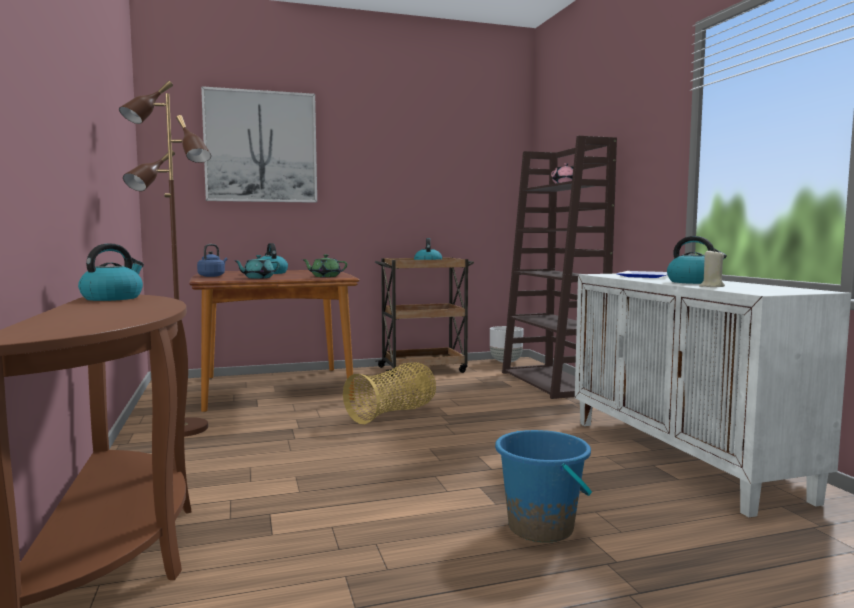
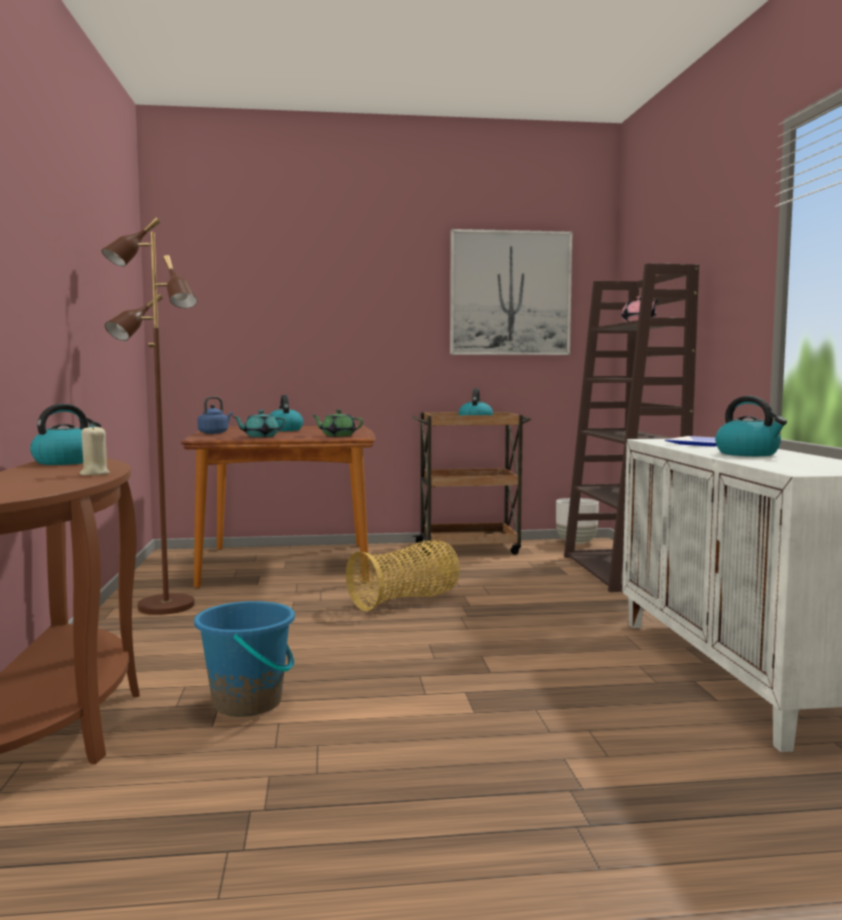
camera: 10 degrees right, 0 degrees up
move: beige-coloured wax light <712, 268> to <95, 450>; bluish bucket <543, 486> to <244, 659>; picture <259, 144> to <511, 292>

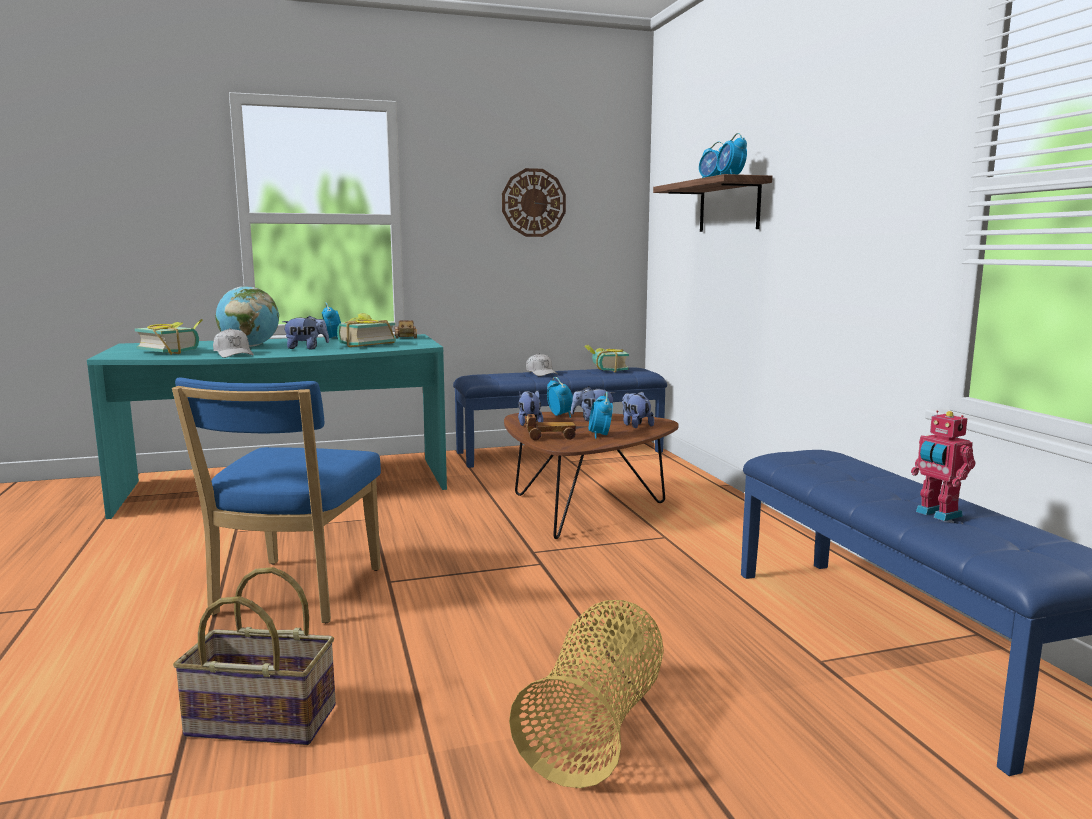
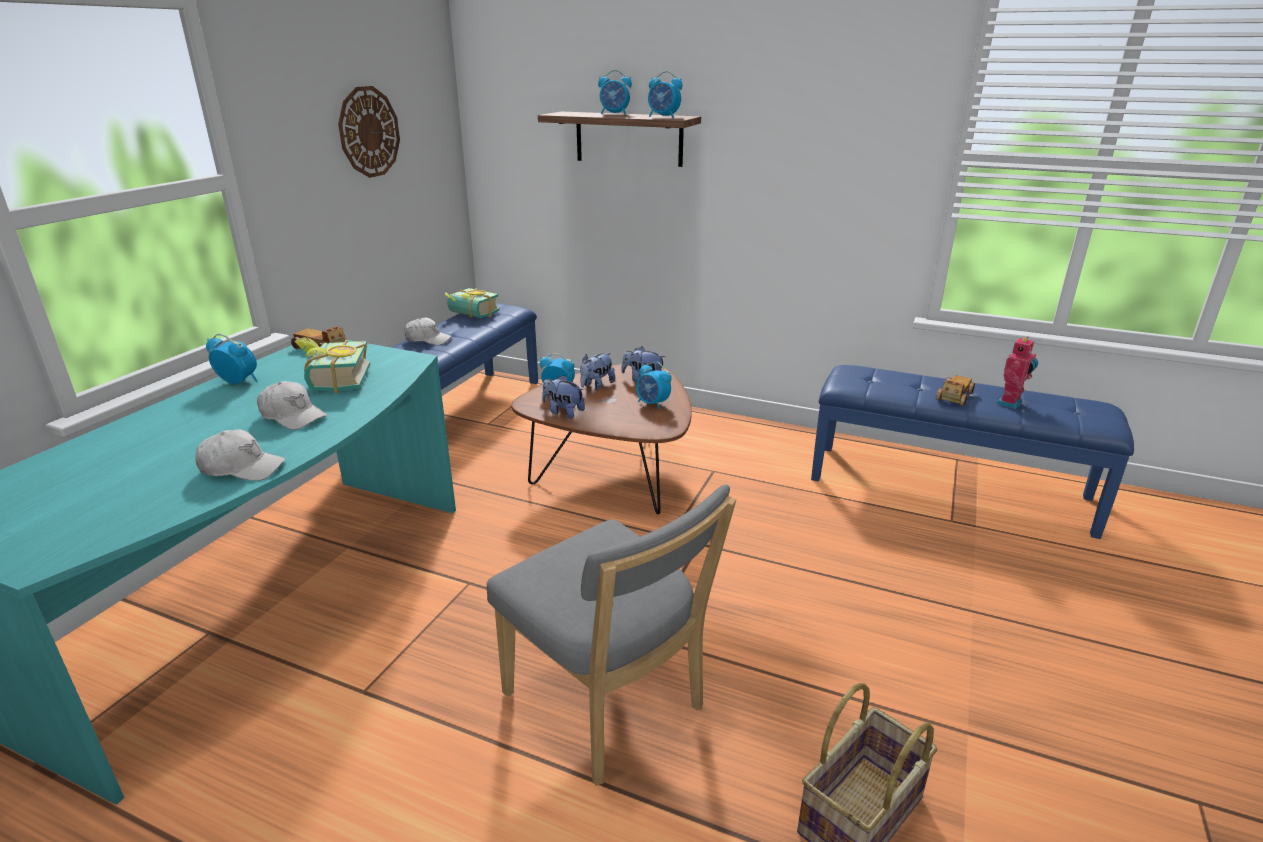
camera: 50 degrees left, 15 degrees up
delete: book <169, 337>; desk globe <247, 317>; storage basket <586, 694>
move: toy car <550, 427> to <955, 390>
replace: soft toy <305, 332> to white-coloured cap <292, 405>
recolor: bluish upright chair <276, 500> to grey upright chair <611, 635>
rotate: robot figure <943, 465> = <1017, 373> 60 degrees counterclockwise

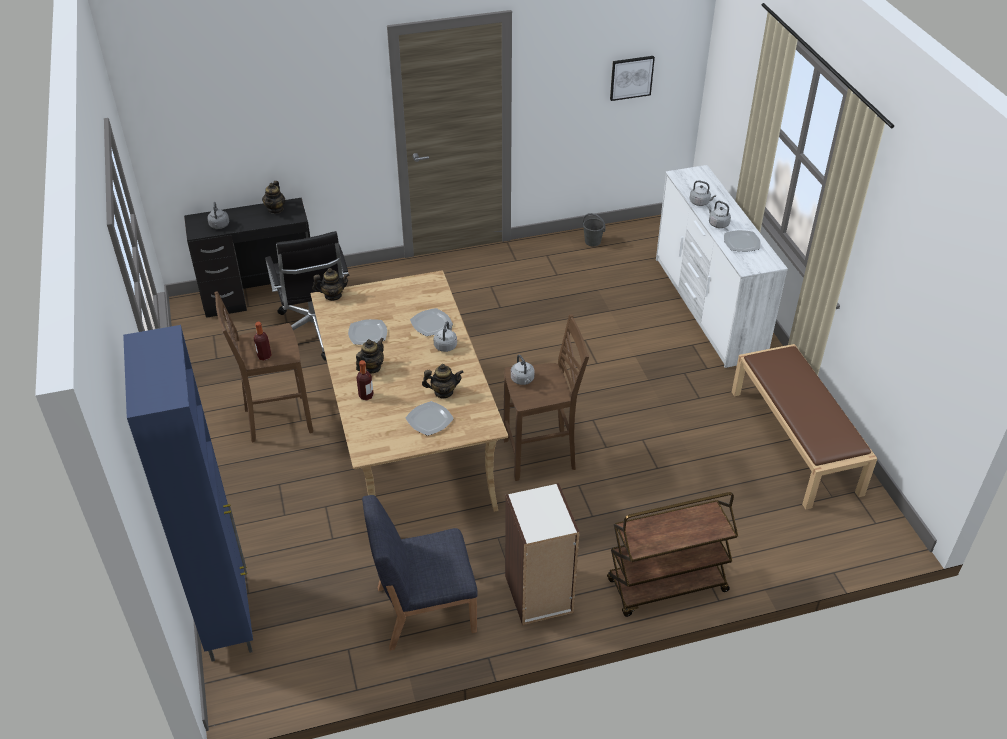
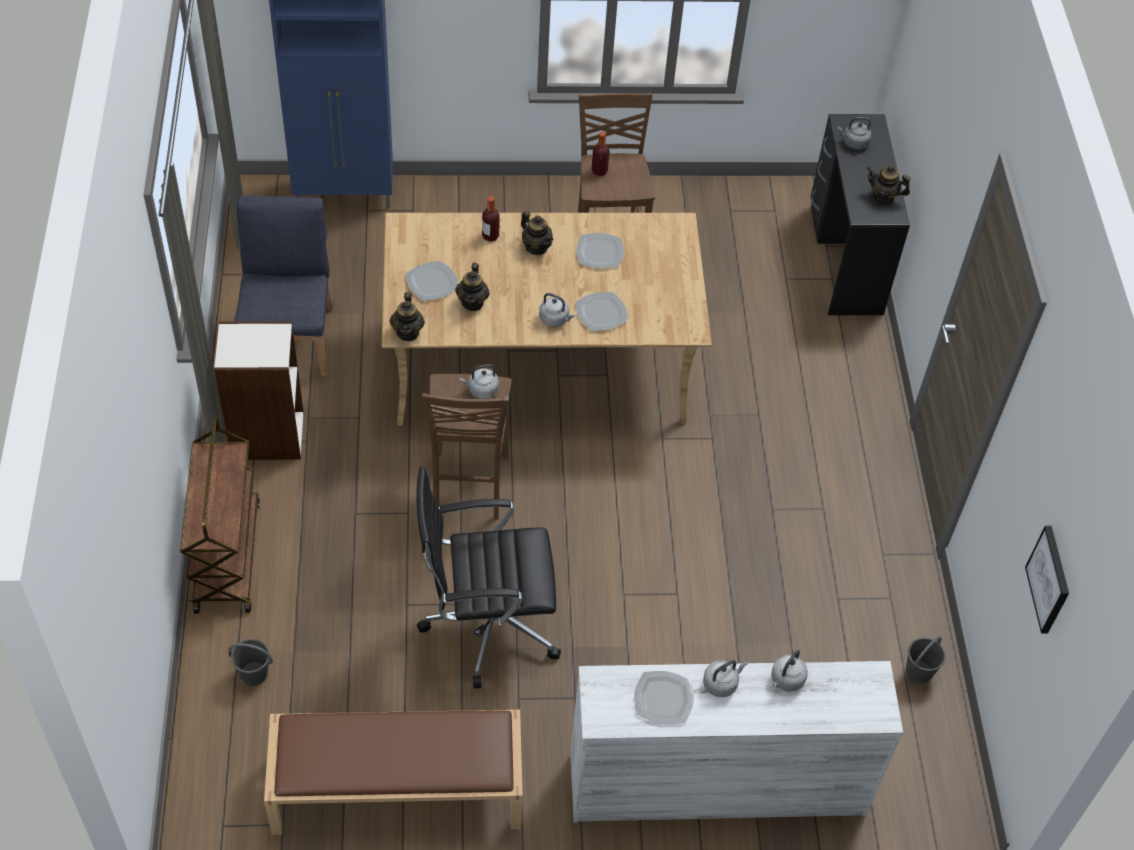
camera: 100 degrees right, 10 degrees up
insert: grey bucket <250, 662>
move: teapot <330, 284> to <407, 316>; black-coloured computer chair <307, 296> to <488, 578>

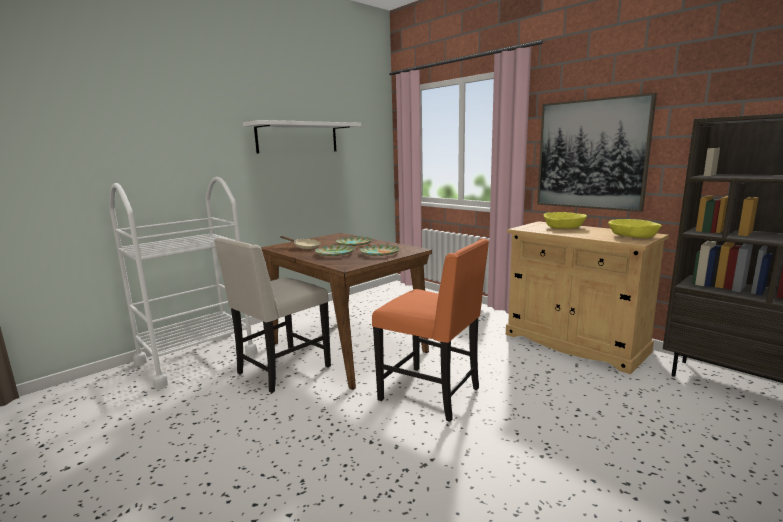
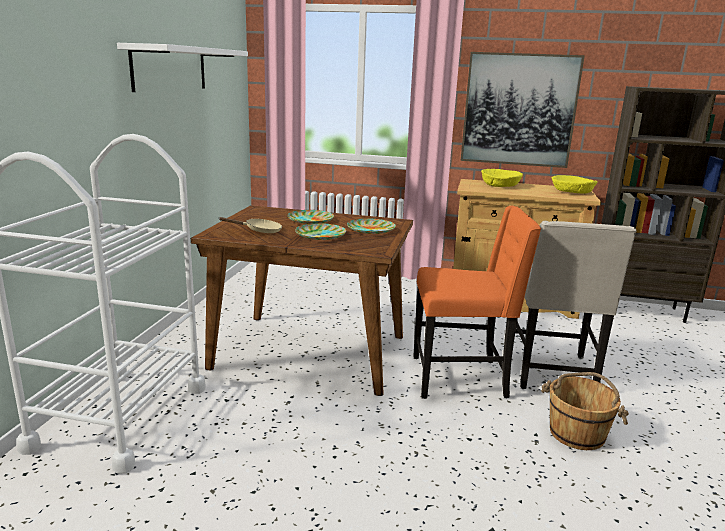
camera: 35 degrees left, 5 degrees up
insert: brownish bucket <585, 411>
move: beige-coloured upright chair <272, 315> to <576, 305>

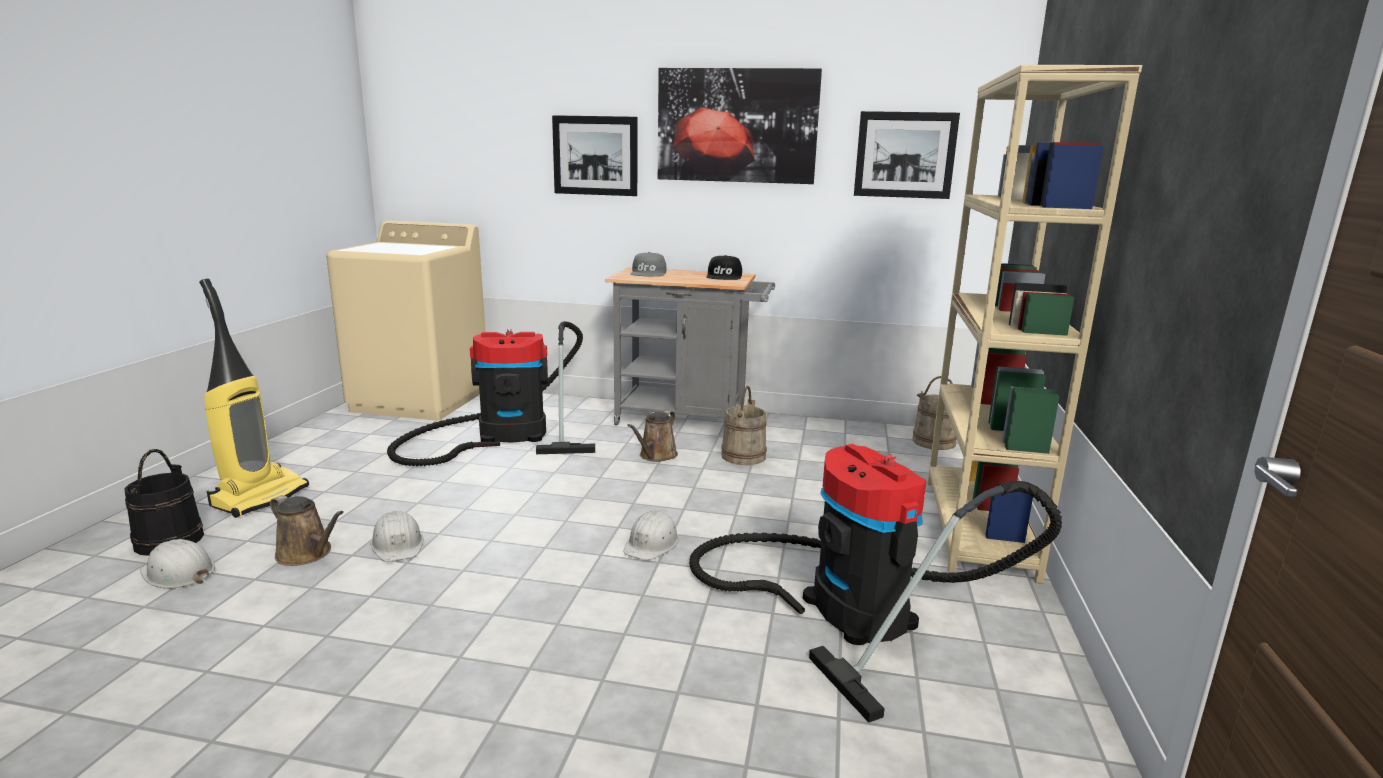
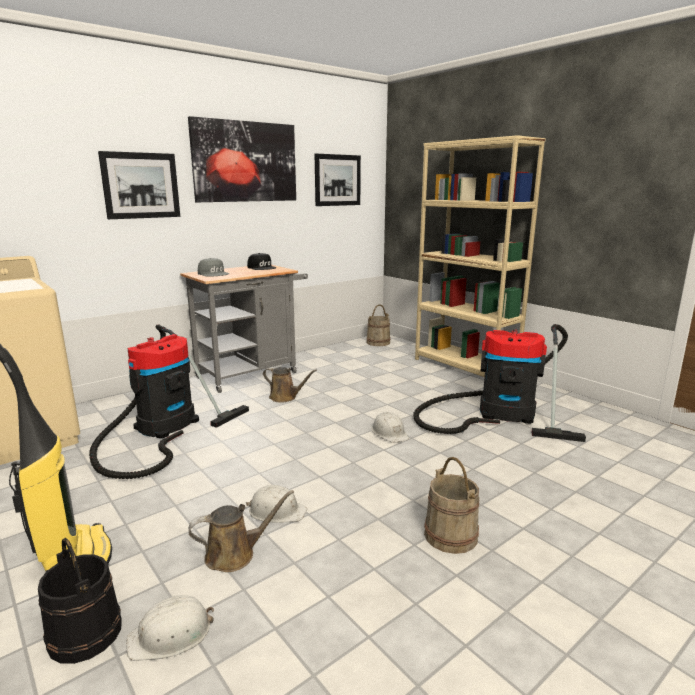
camera: 50 degrees left, 0 degrees up
move: beige-coloured bucket <744, 425> to <451, 505>
rotate: brownish sprinkling can <652, 436> = <290, 385> 45 degrees counterclockwise

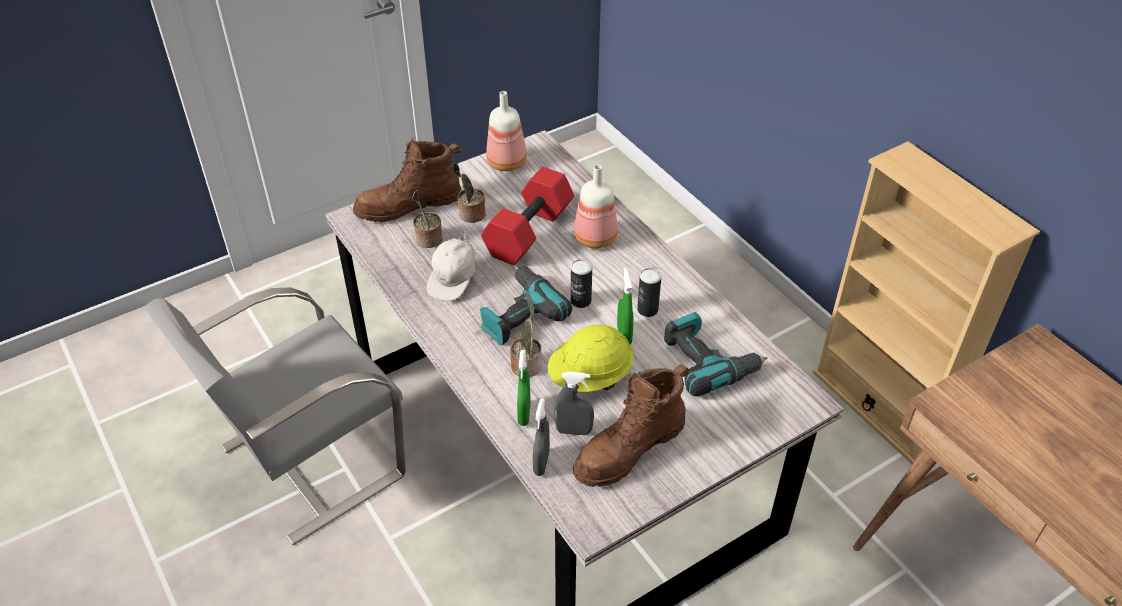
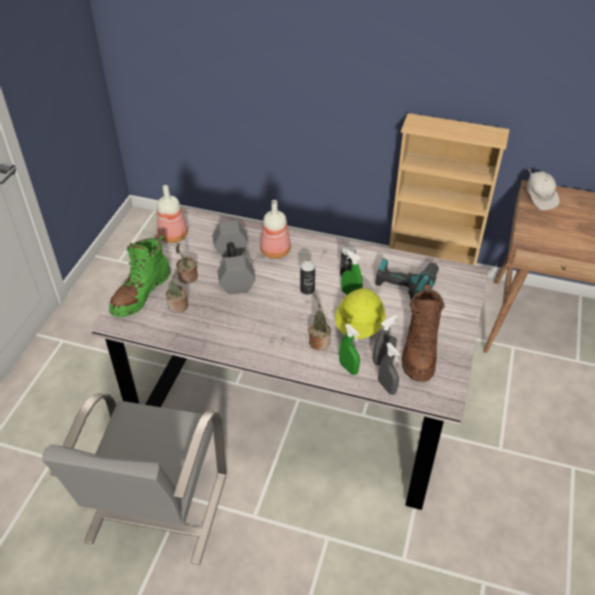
camera: 40 degrees left, 0 degrees up
delete: electric drill <526, 305>
move: white-coloured cap <451, 266> to <543, 189>
recolor: brownish tall boot <407, 180> to green tall boot <140, 275>; reddish dumbbell <527, 216> to grey dumbbell <234, 257>

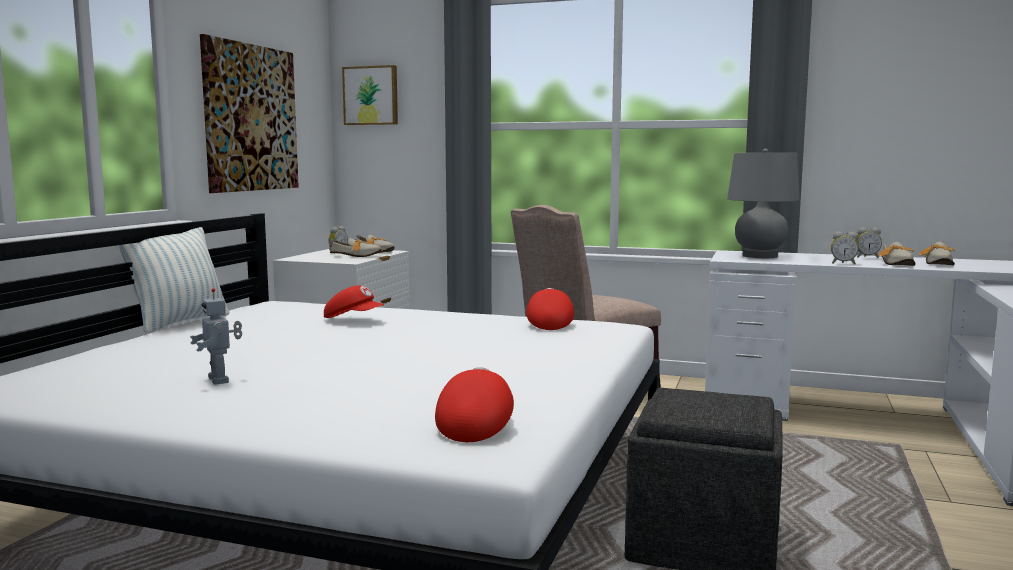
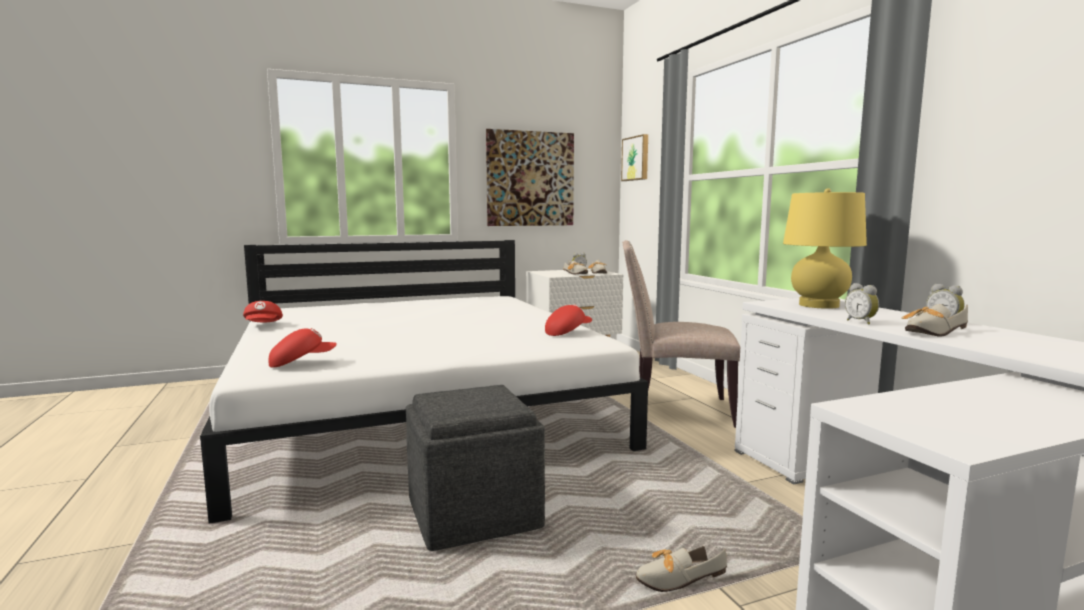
camera: 50 degrees right, 0 degrees up
delete: pillow <173, 280>; robot figure <216, 336>
move: reddish cap <354, 302> to <263, 311>; shoe <936, 253> to <681, 569>
recolor: grey tabletop lamp <763, 203> to yellow-coloured tabletop lamp <825, 248>

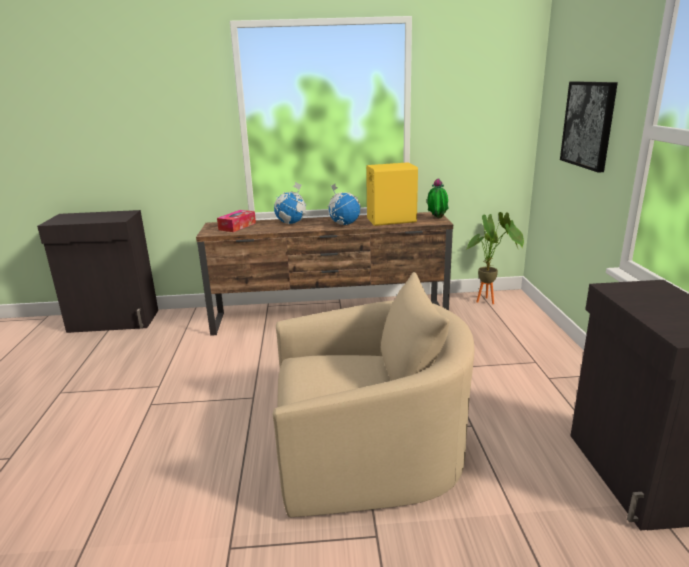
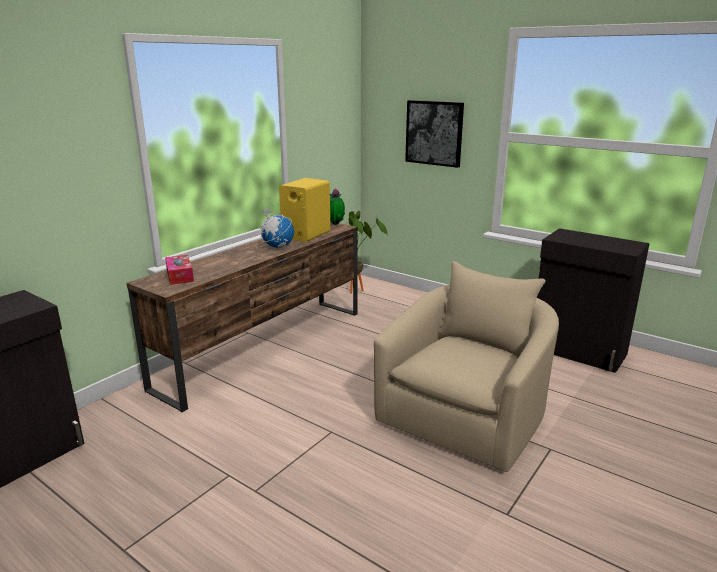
camera: 50 degrees left, 0 degrees up
delete: desk globe <290, 203>

